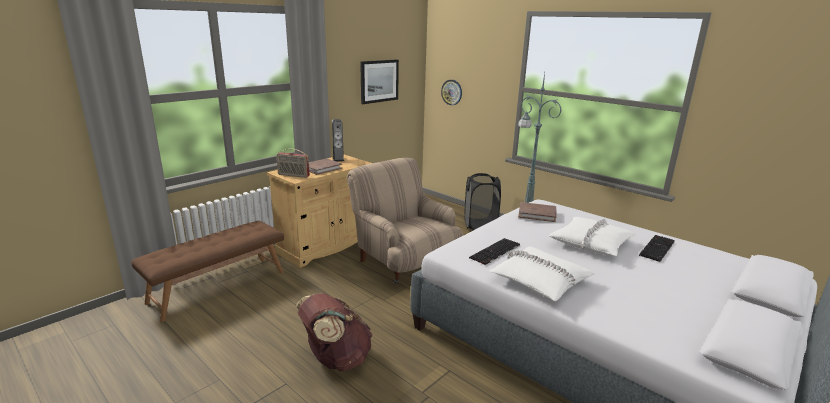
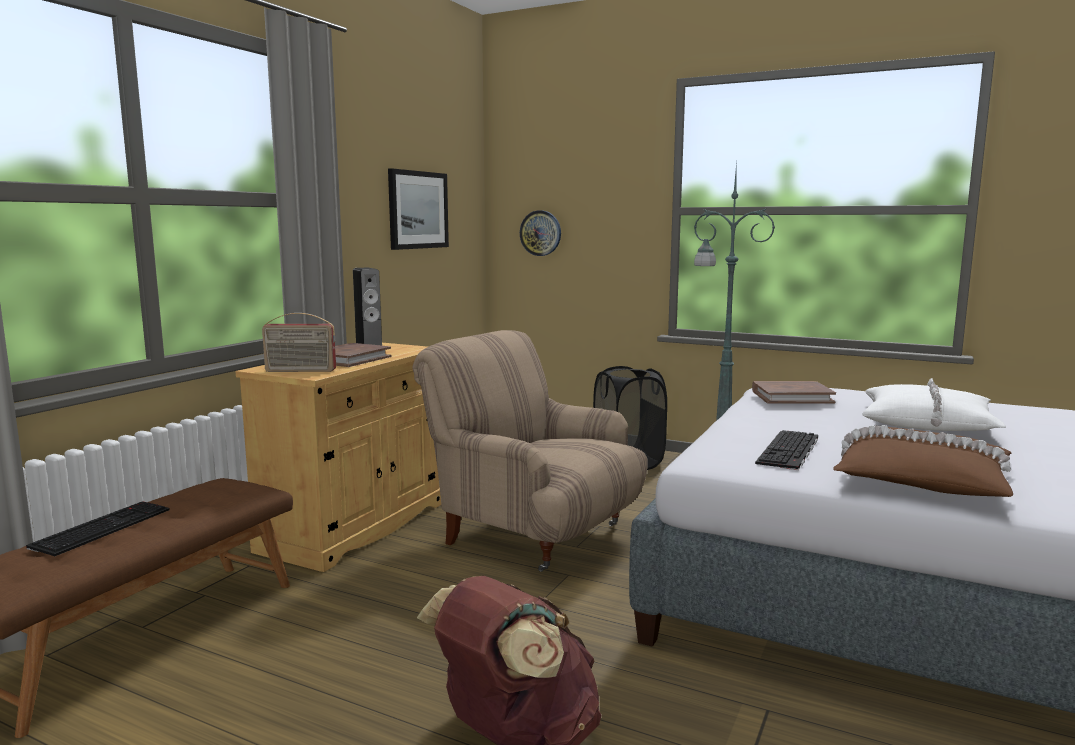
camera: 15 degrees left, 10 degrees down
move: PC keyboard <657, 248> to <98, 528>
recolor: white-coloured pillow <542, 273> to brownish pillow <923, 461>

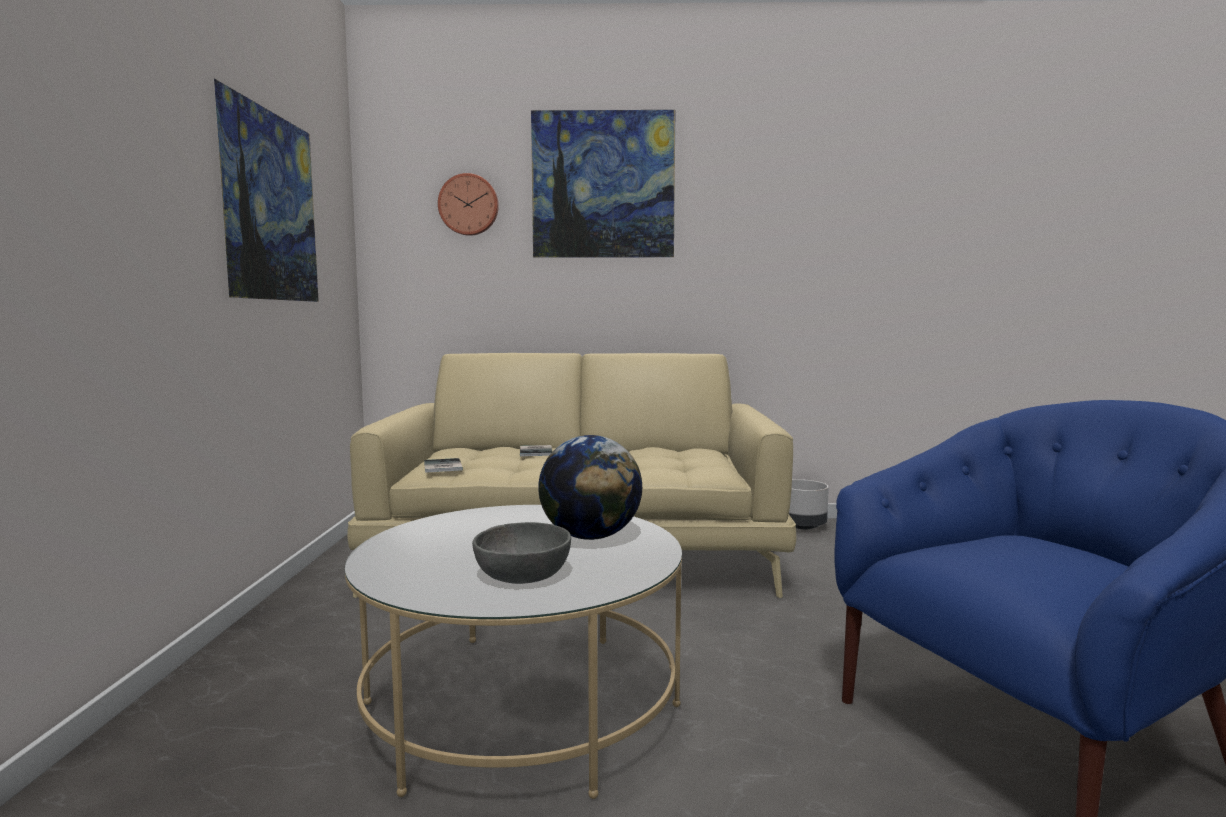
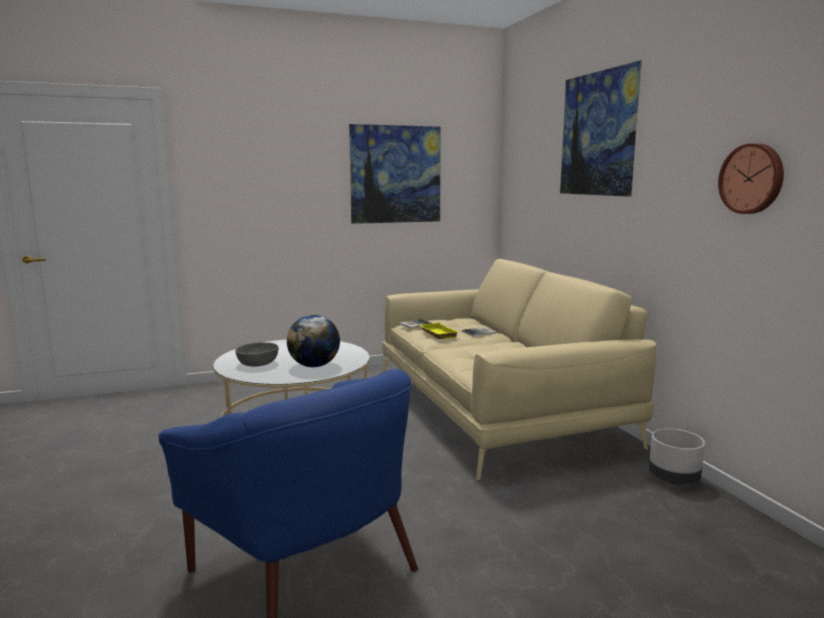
camera: 70 degrees right, 5 degrees up
insert: yellow-coloured serving tray <438, 331>
move: hanging clock <468, 204> to <751, 178>

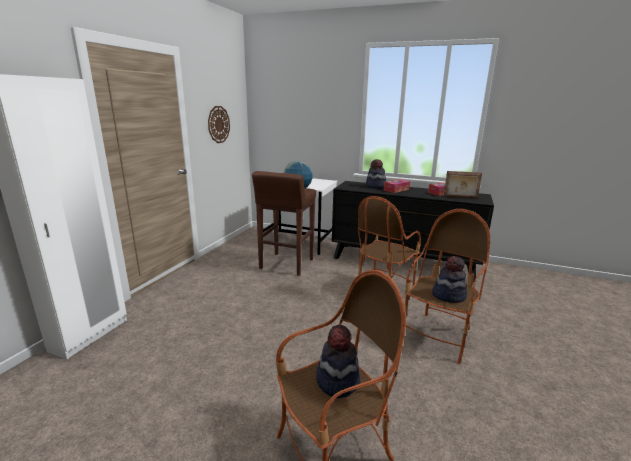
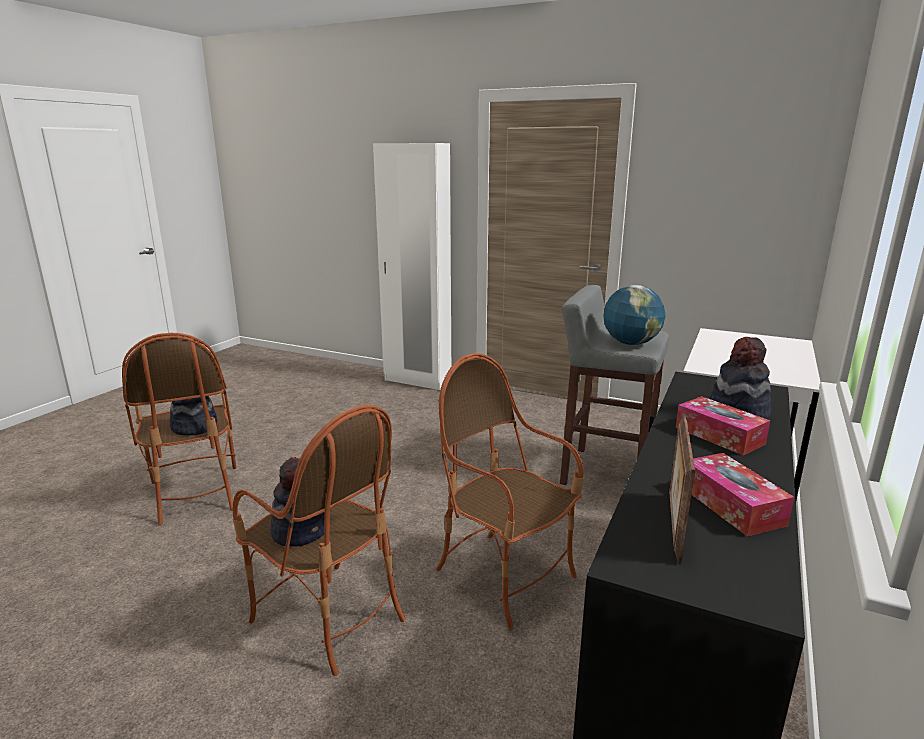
camera: 95 degrees right, 0 degrees up
delete: hanging clock <219, 124>
recolor: brownish stool seat <284, 223> to grey stool seat <614, 385>

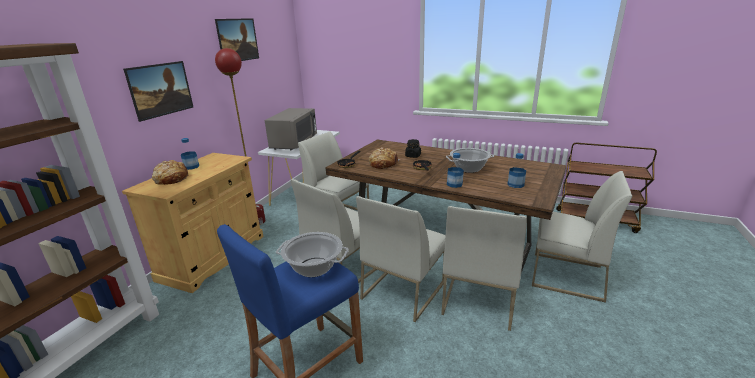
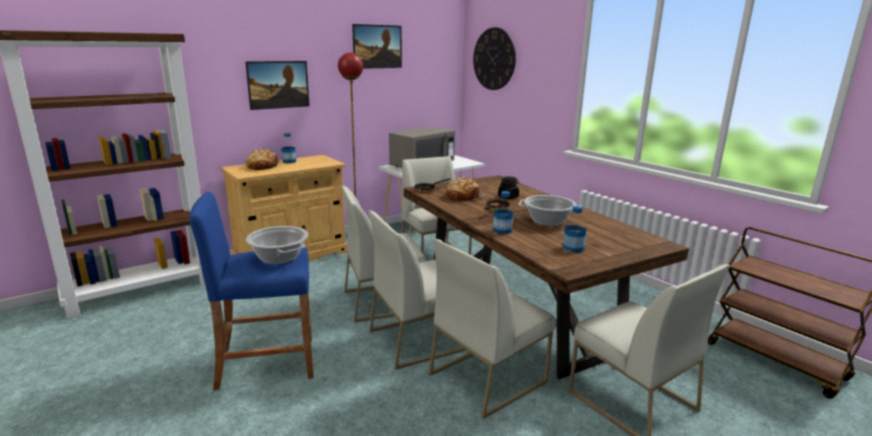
camera: 30 degrees right, 5 degrees down
insert: hanging clock <494, 58>

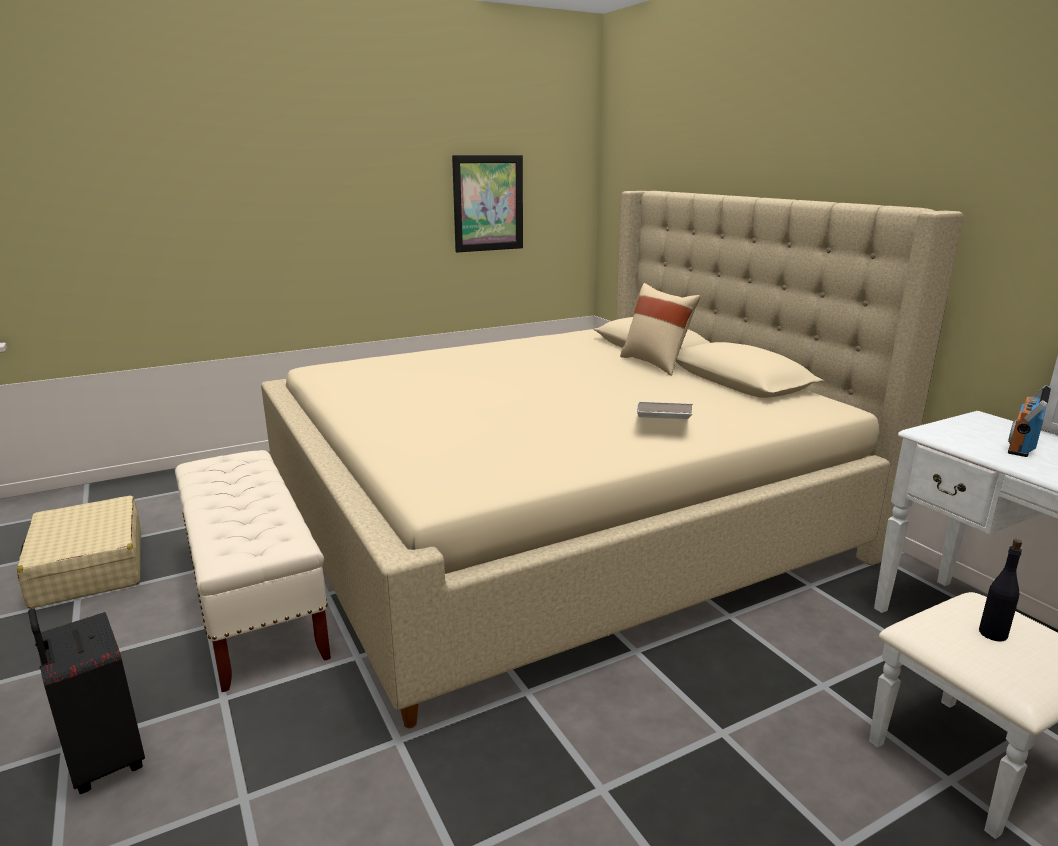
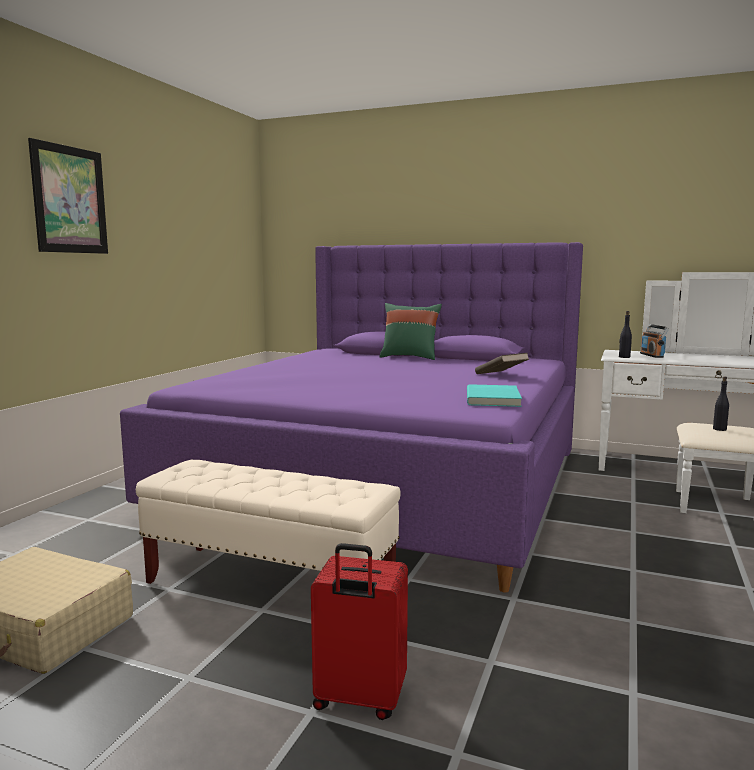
camera: 40 degrees left, 10 degrees down
insert: blue-green book <494, 395>; black-coloured bottle <625, 334>
move: picture <487, 204> to <68, 196>
recolor: beige-coloured bed <612, 459> to purple-coloured bed <351, 417>; black-coloured piece of luggage <86, 701> to reddish piece of luggage <359, 631>; beige-coloured pillow <660, 329> to green pillow <410, 331>; white-coloured book <665, 410> to brownish book <502, 363>

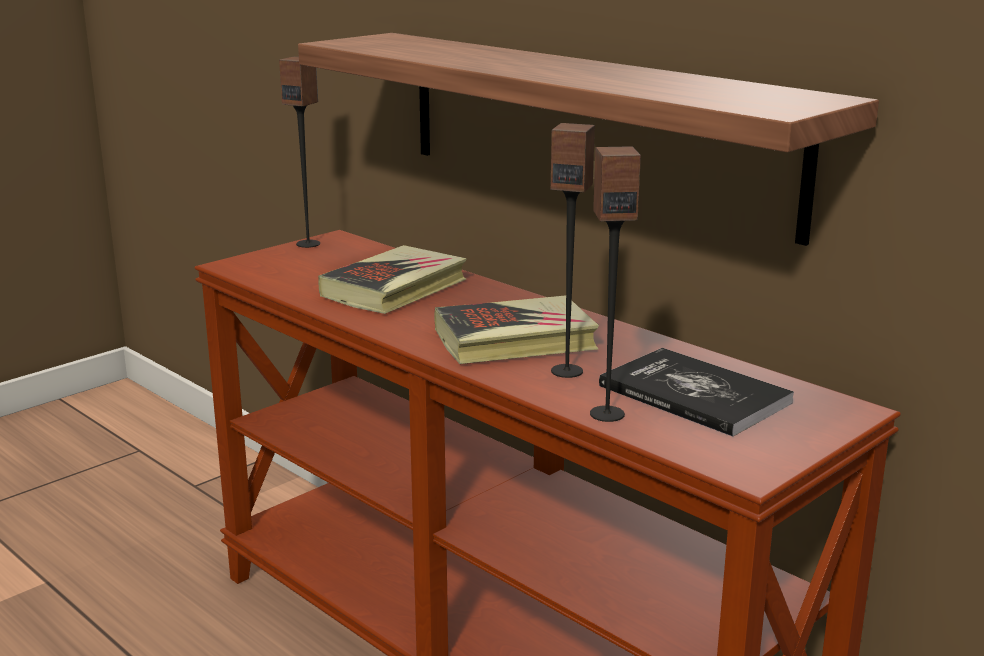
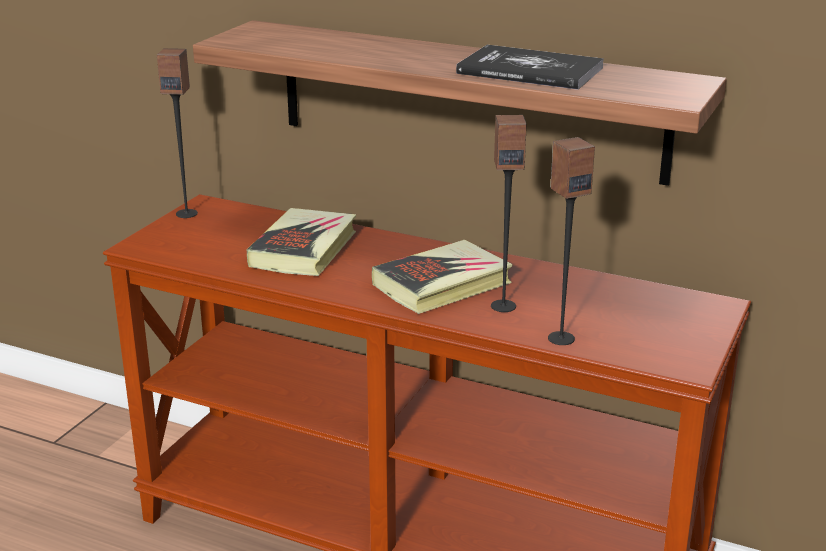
camera: 20 degrees left, 5 degrees up
move: book <696, 392> to <530, 67>

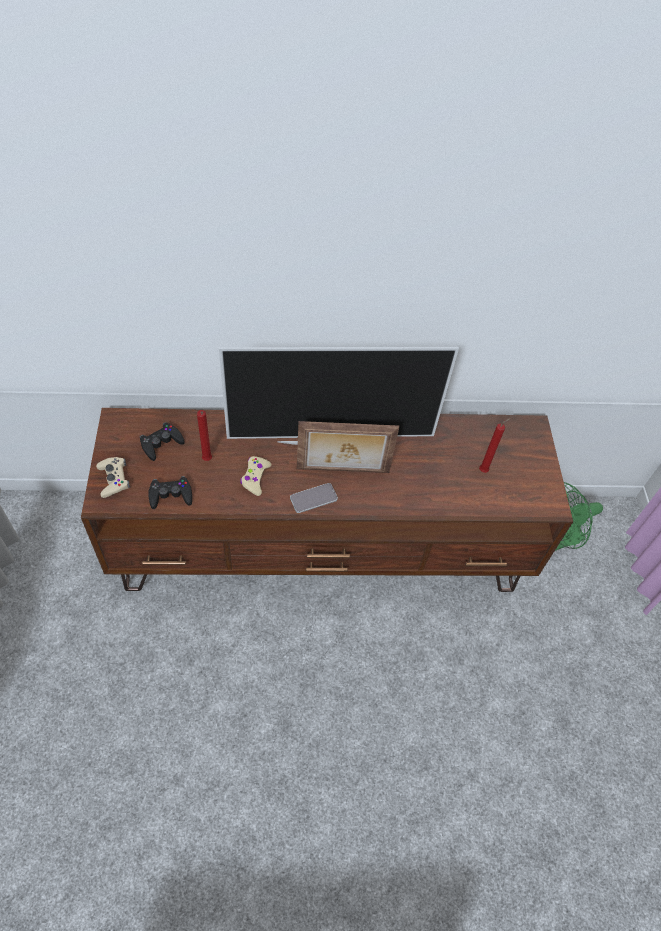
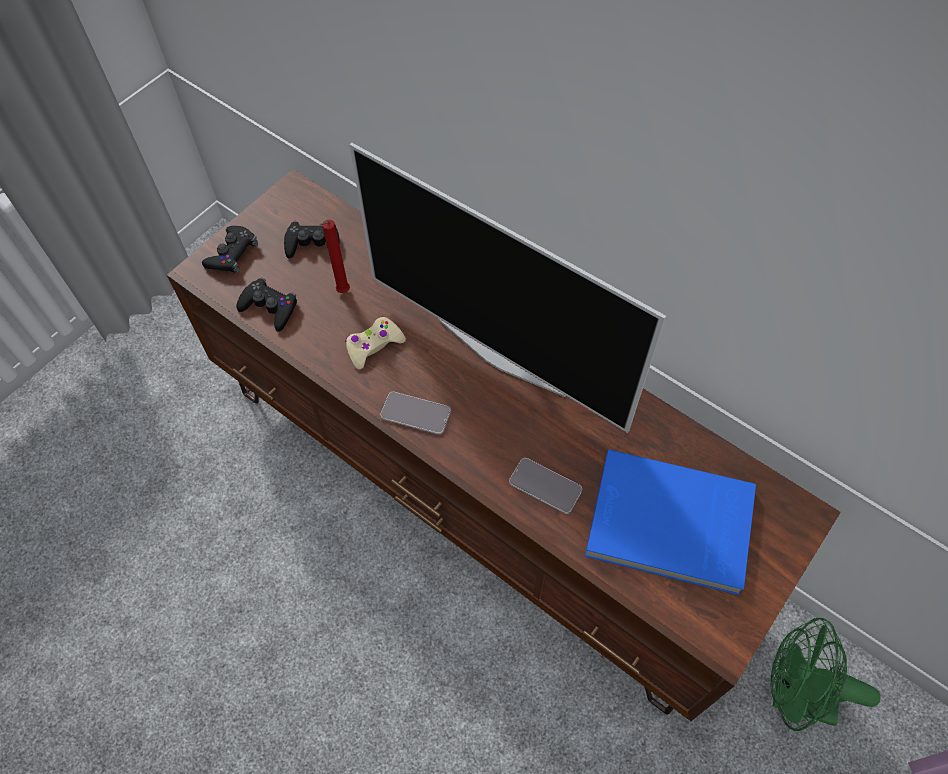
camera: 45 degrees right, 5 degrees up
delete: standing frame <348, 447>
insert: handset <545, 486>
replace: reddish wax light <494, 445> to bluish book <670, 522>
recolor: beige-coloured joypad <113, 477> to black-coloured joypad <230, 249>

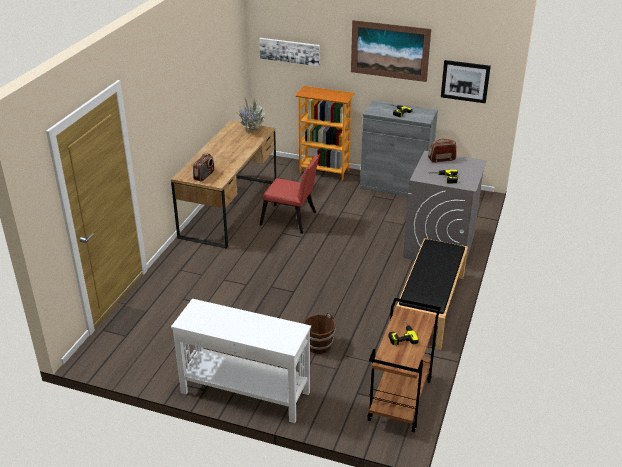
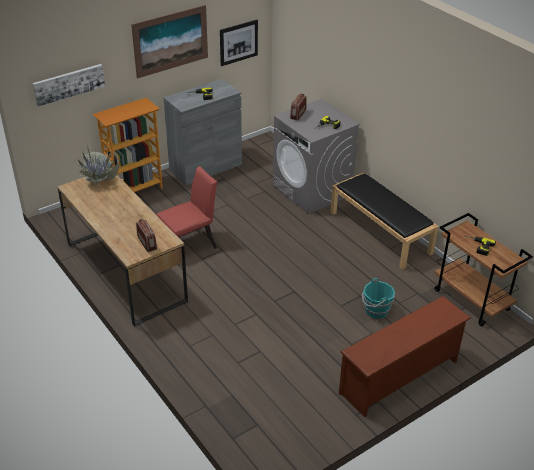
camera: 55 degrees left, 5 degrees up
replace: white-coloured hall table <241, 361> to brownish shoe rack <405, 356>
recolor: brownish bucket <319, 333> to blue-green bucket <378, 298>

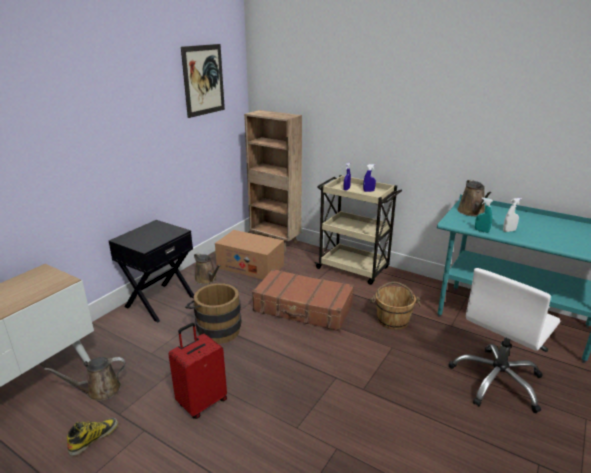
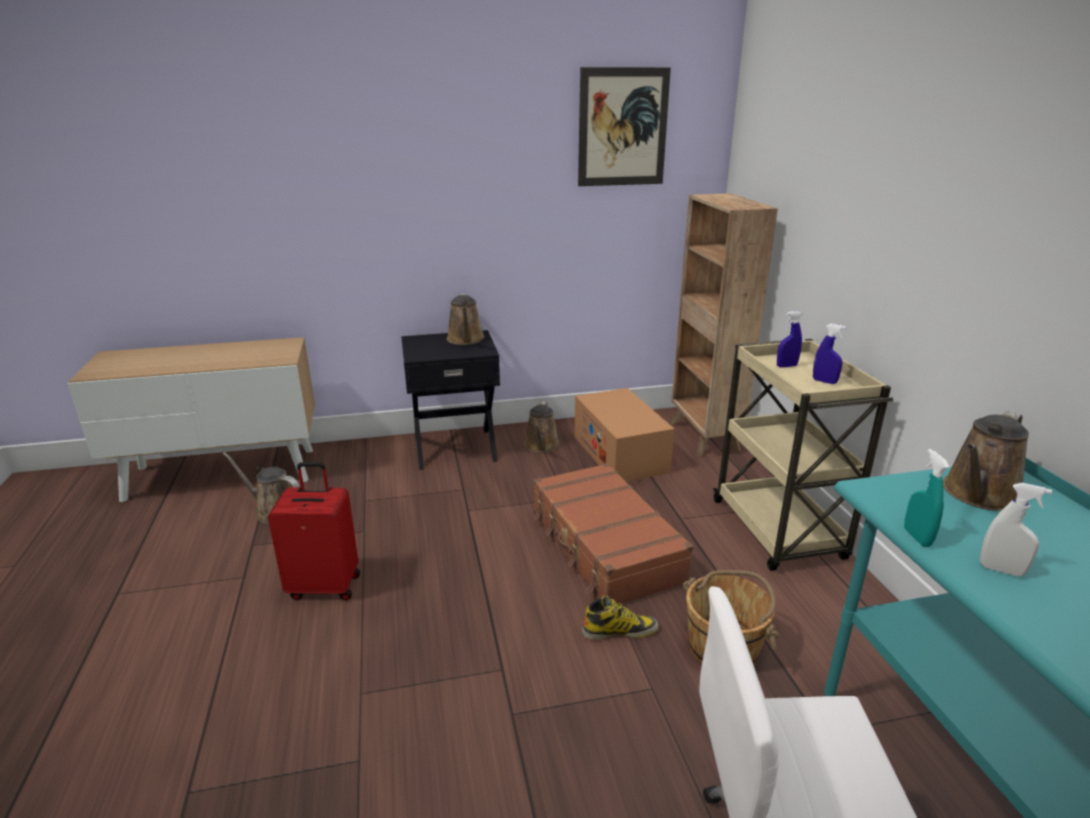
camera: 45 degrees right, 0 degrees up
delete: brownish bucket <213, 313>
insert: brownish sprinkling can <466, 319>
move: tall boot <92, 437> to <620, 618>

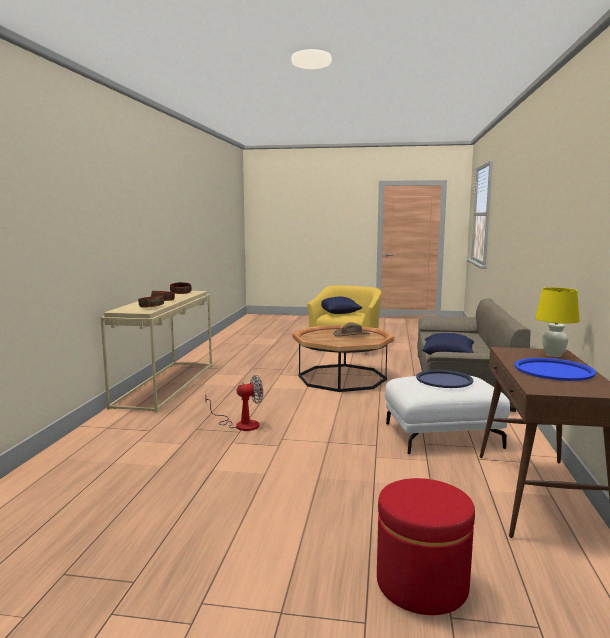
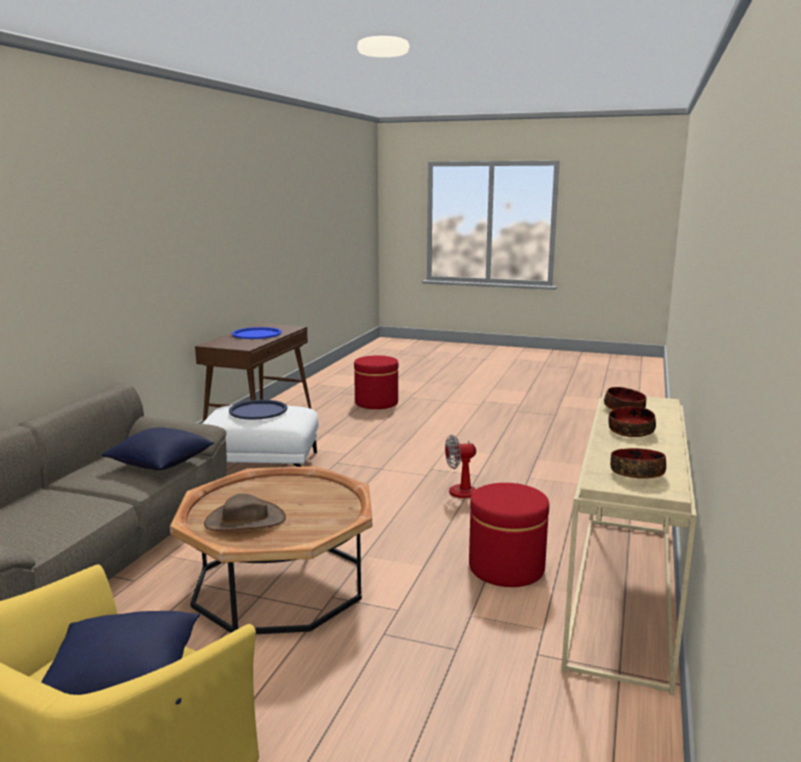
camera: 170 degrees left, 5 degrees up
delete: yellow-coloured tabletop lamp <557, 322>
insert: reddish pouffe <509, 535>

